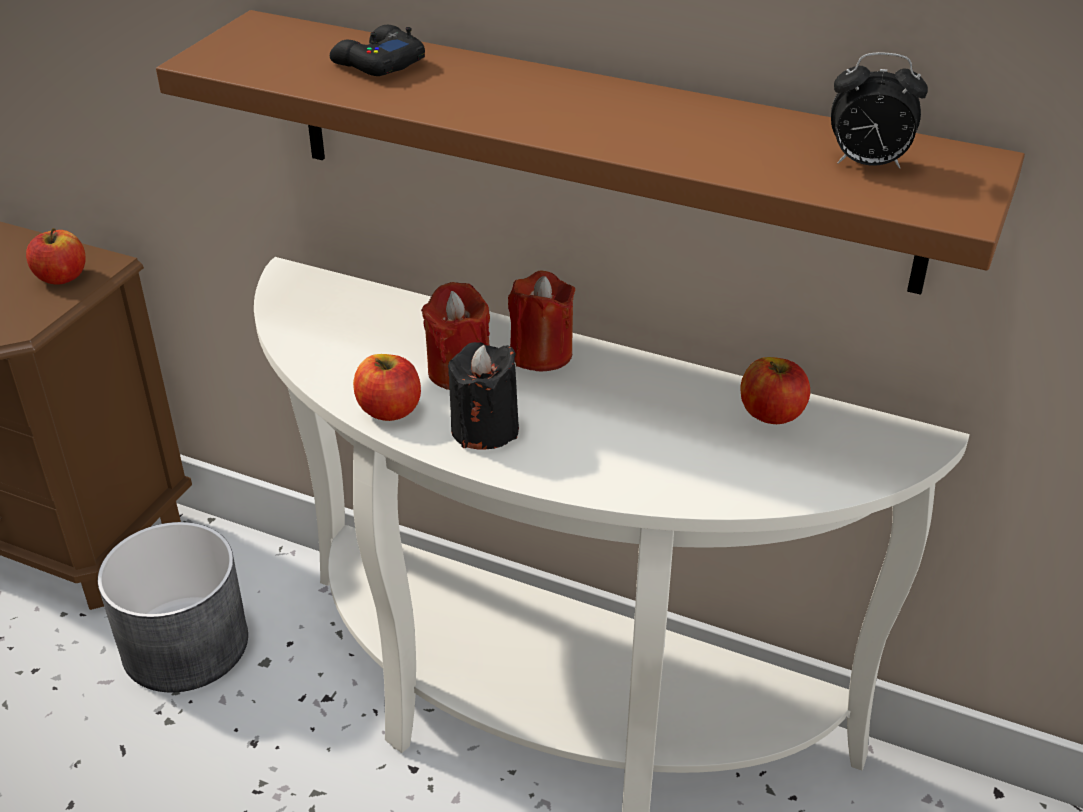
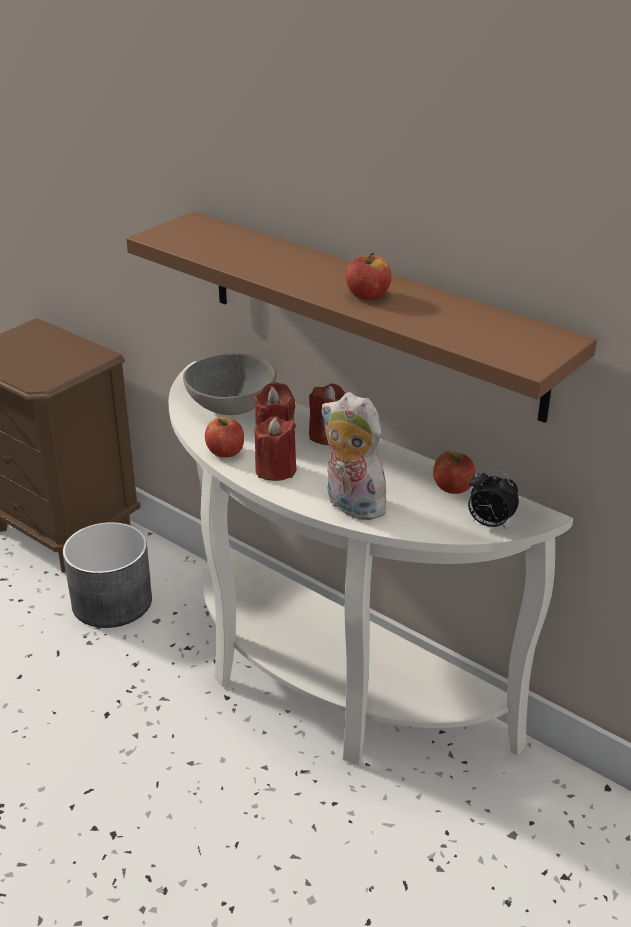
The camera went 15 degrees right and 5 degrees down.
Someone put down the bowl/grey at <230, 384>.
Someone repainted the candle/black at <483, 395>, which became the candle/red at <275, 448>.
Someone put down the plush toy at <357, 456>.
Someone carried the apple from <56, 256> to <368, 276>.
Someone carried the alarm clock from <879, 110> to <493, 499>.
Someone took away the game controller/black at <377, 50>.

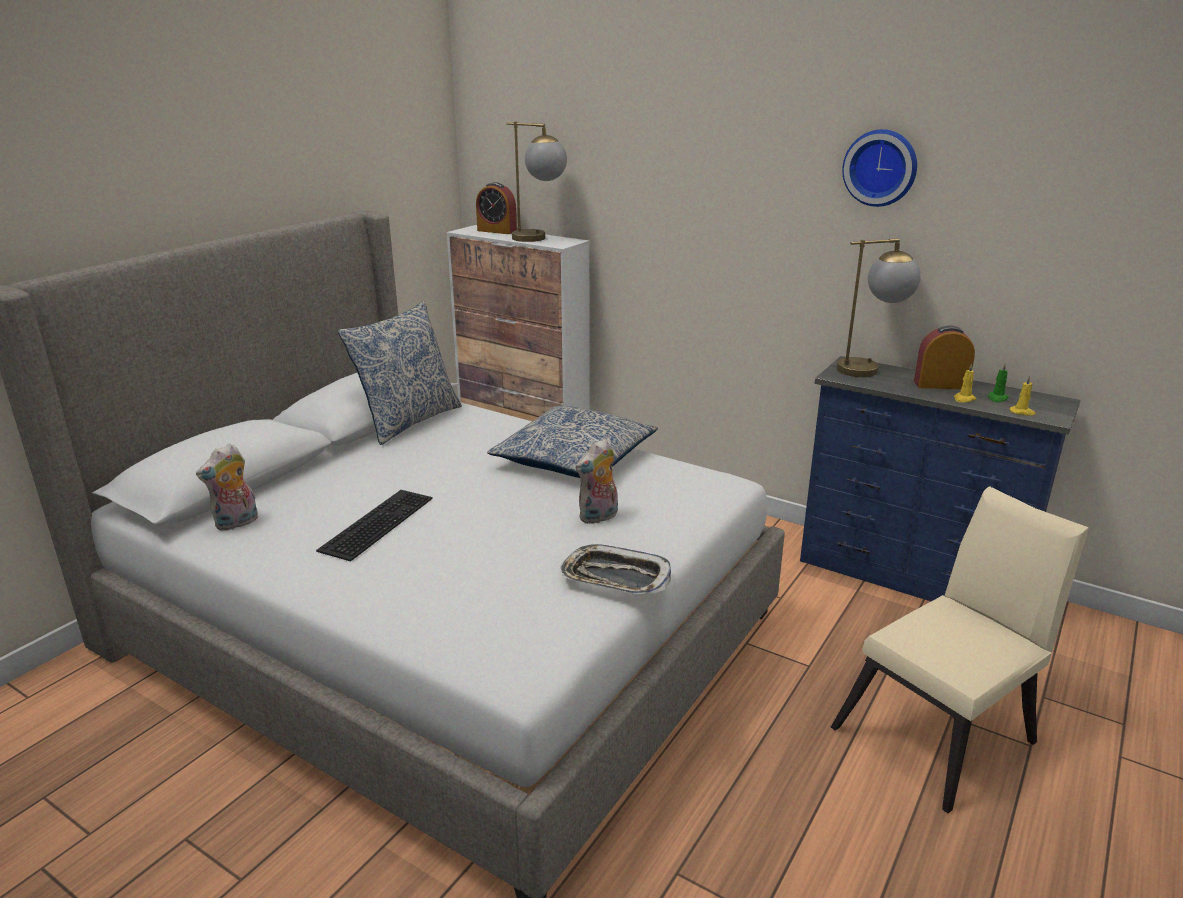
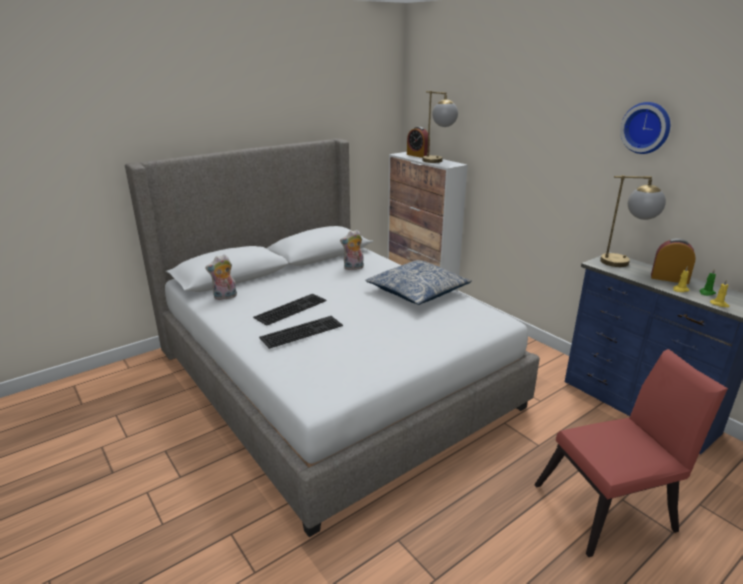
The camera went 20 degrees right and 0 degrees up.
Someone put down the keyboard at <301, 332>.
Someone carried the plush toy from <597, 481> to <352, 250>.
Someone repainted the chair/beige at <960, 649>, which became the chair/red at <631, 453>.
Someone took away the pillow at <400, 373>.
Someone took away the tray at <615, 569>.

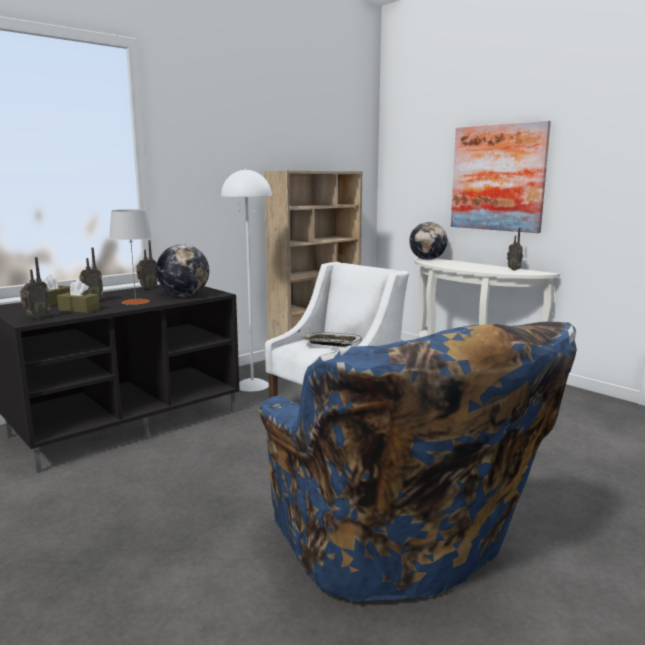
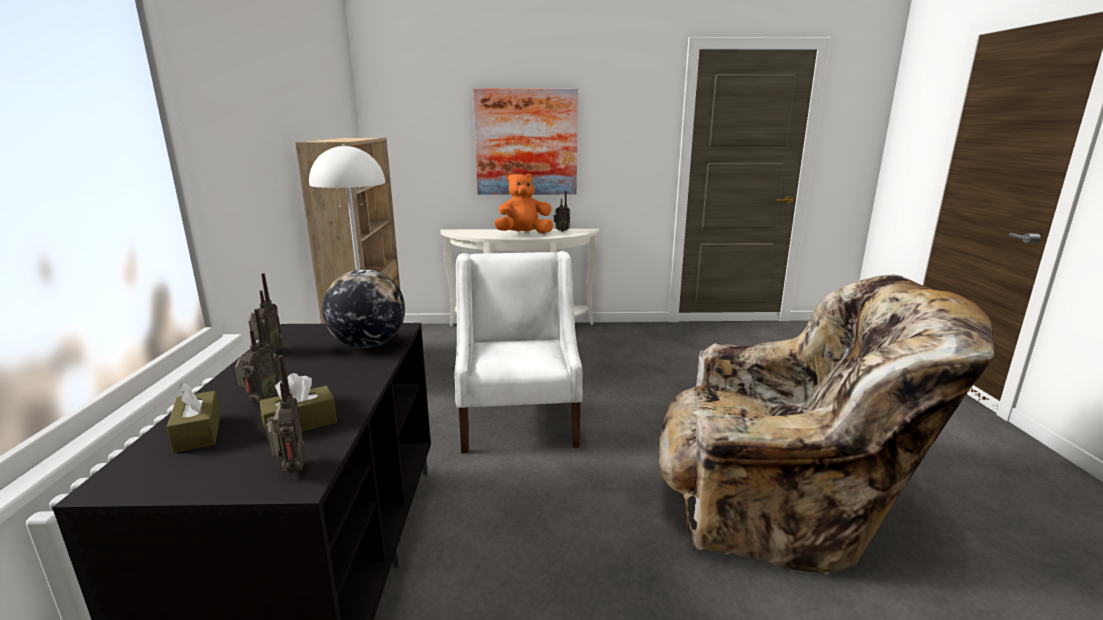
The camera went 50 degrees left and 5 degrees up.
Someone put down the plush toy/orange at <523, 203>.
Someone repainted the armchair/blue at <417, 461>, which became the armchair/beige at <826, 424>.
Someone took away the table lamp/grey at <130, 257>.
Someone took away the tray at <332, 339>.
Someone took away the globe at <428, 241>.

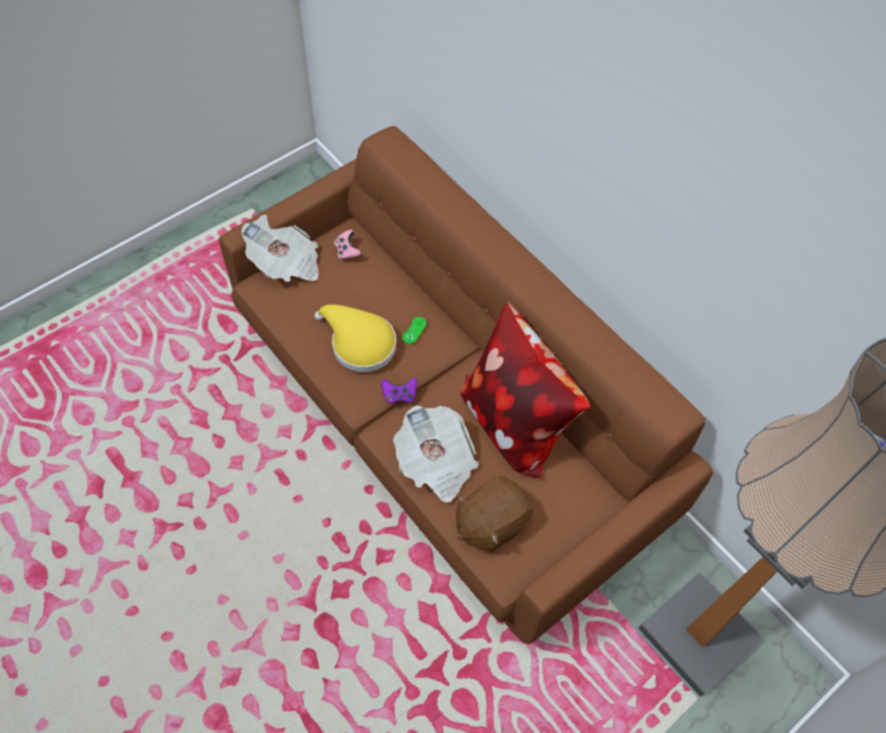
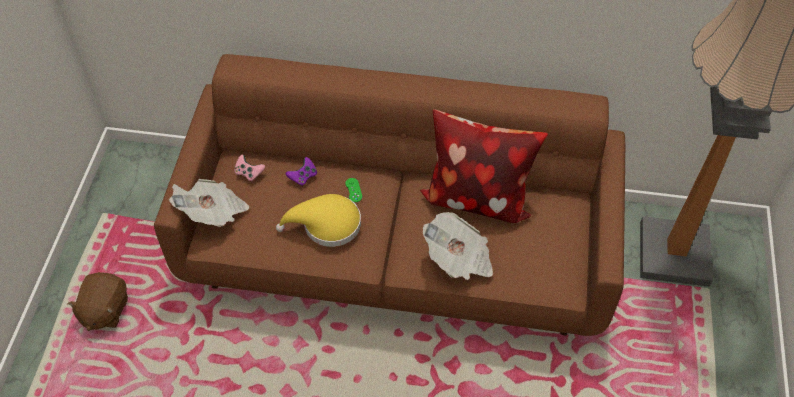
The camera went 40 degrees left and 5 degrees down.
Someone carried the plush toy/brown from <494, 515> to <97, 301>.
Someone carried the game controller/purple from <399, 391> to <301, 171>.

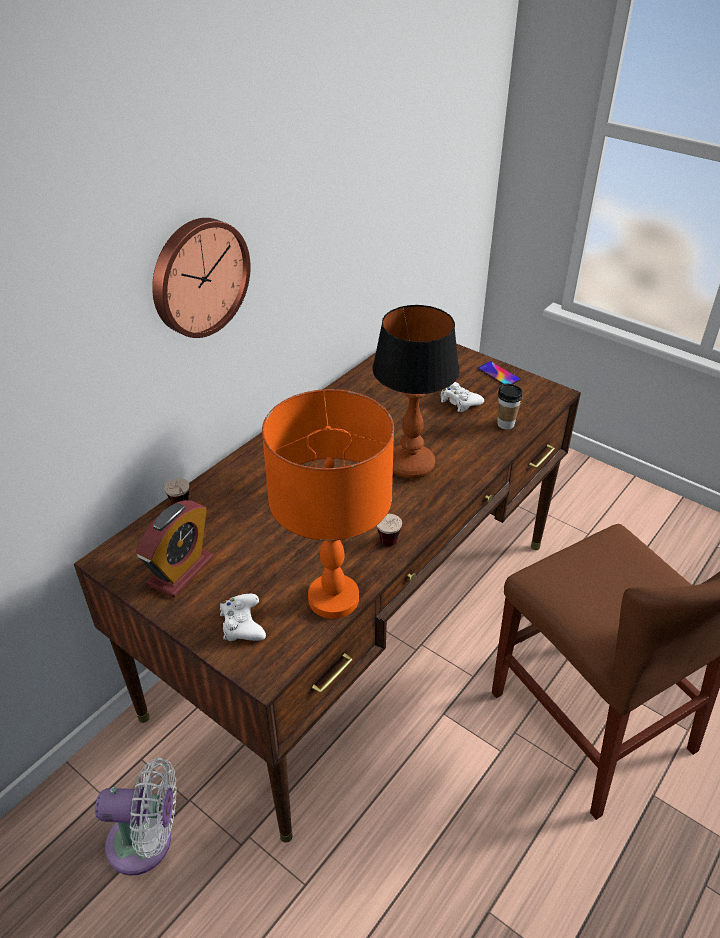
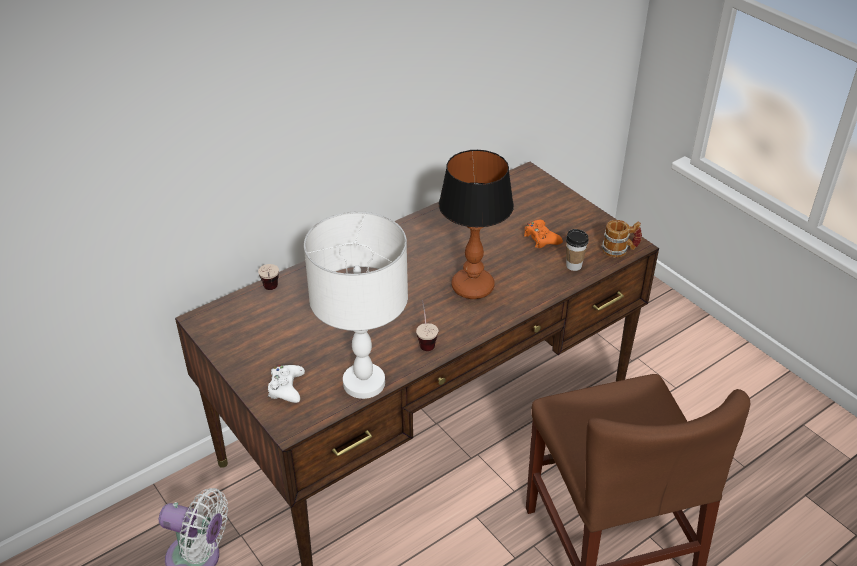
The camera went 15 degrees right and 0 degrees up.
Someone repainted the table lamp/orange at <328, 504>, which became the table lamp/white at <356, 305>.
Someone repainted the game controller/white at <462, 397>, which became the game controller/orange at <543, 234>.
Someone put down the mug at <621, 238>.
Someone took away the alarm clock at <174, 548>.
Someone took away the wall clock at <201, 278>.
Someone took away the phone at <499, 372>.

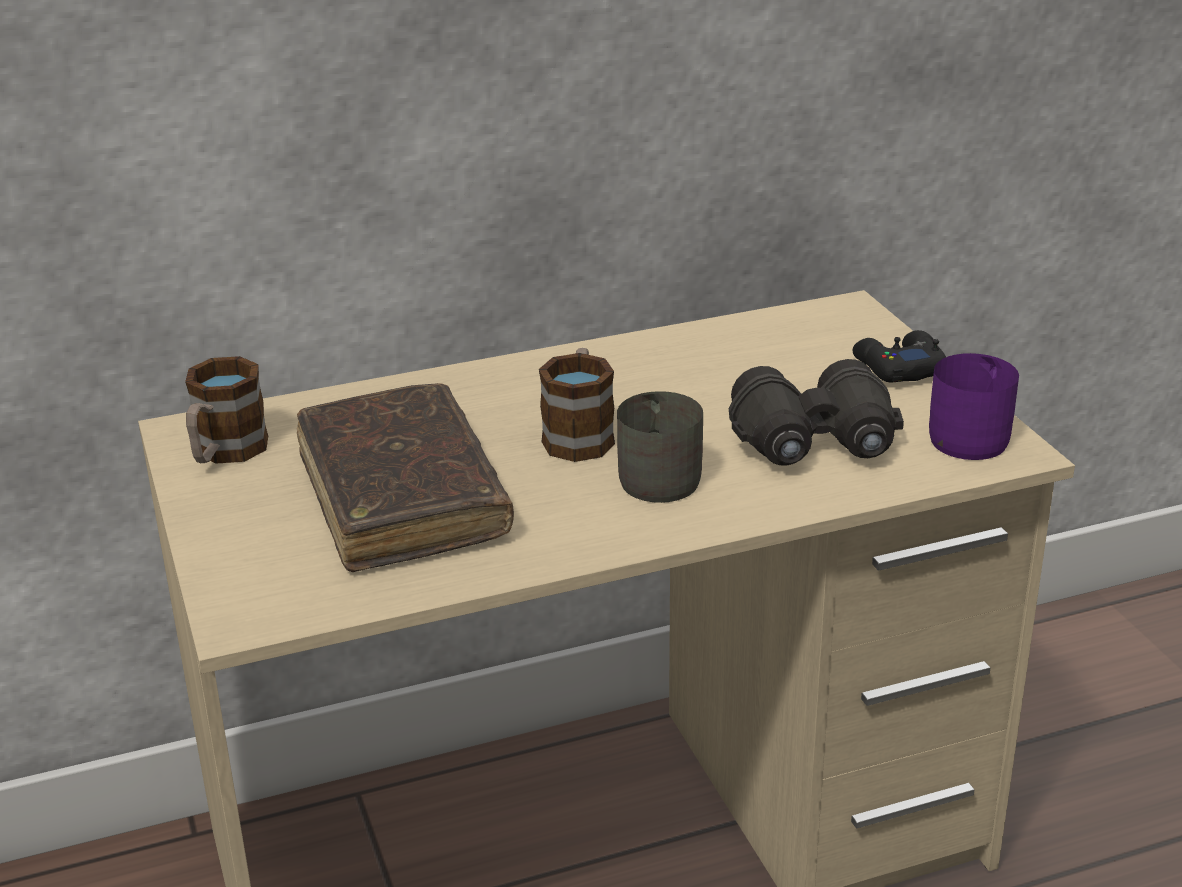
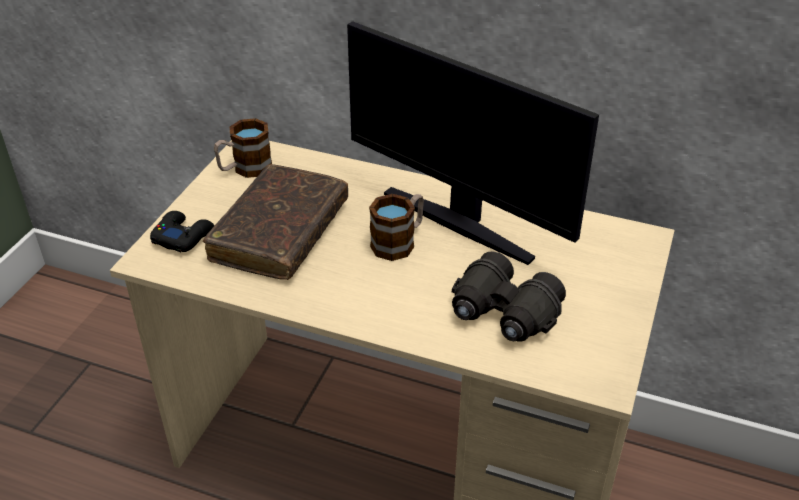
The camera went 40 degrees right and 10 degrees up.
Someone carried the game controller/black from <899, 356> to <182, 231>.
Someone put down the monitor at <473, 143>.
Someone took away the mug/grey at <660, 447>.
Someone took away the mug/purple at <974, 406>.

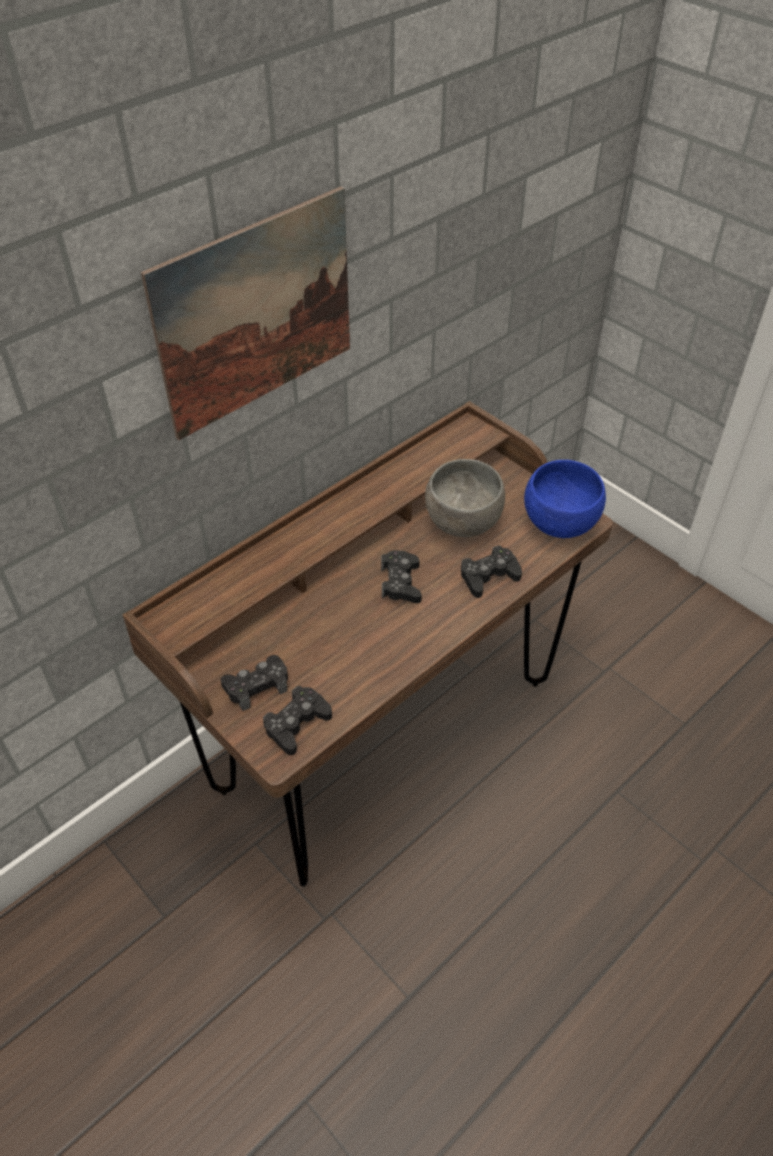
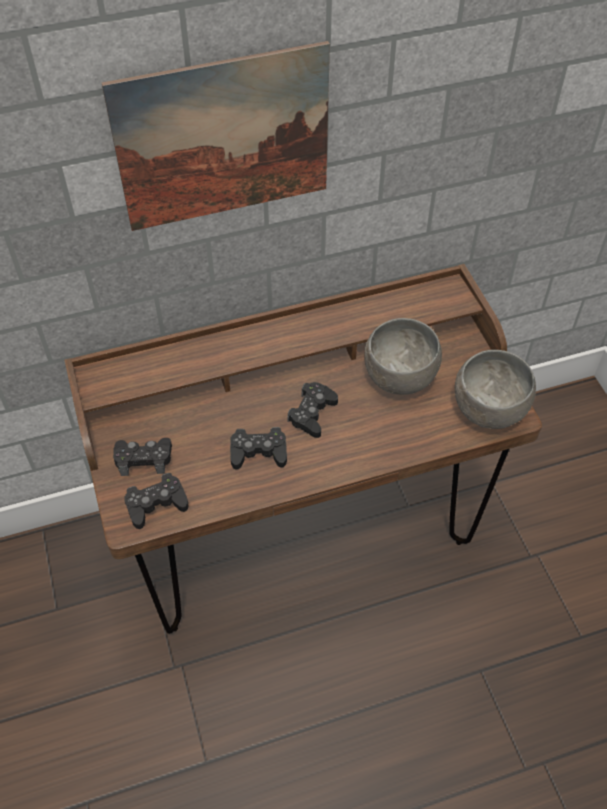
The camera went 25 degrees right and 5 degrees up.
Someone carried the game controller/black from <491, 571> to <258, 448>.
Someone repainted the bowl/blue at <565, 499>, which became the bowl/grey at <495, 389>.

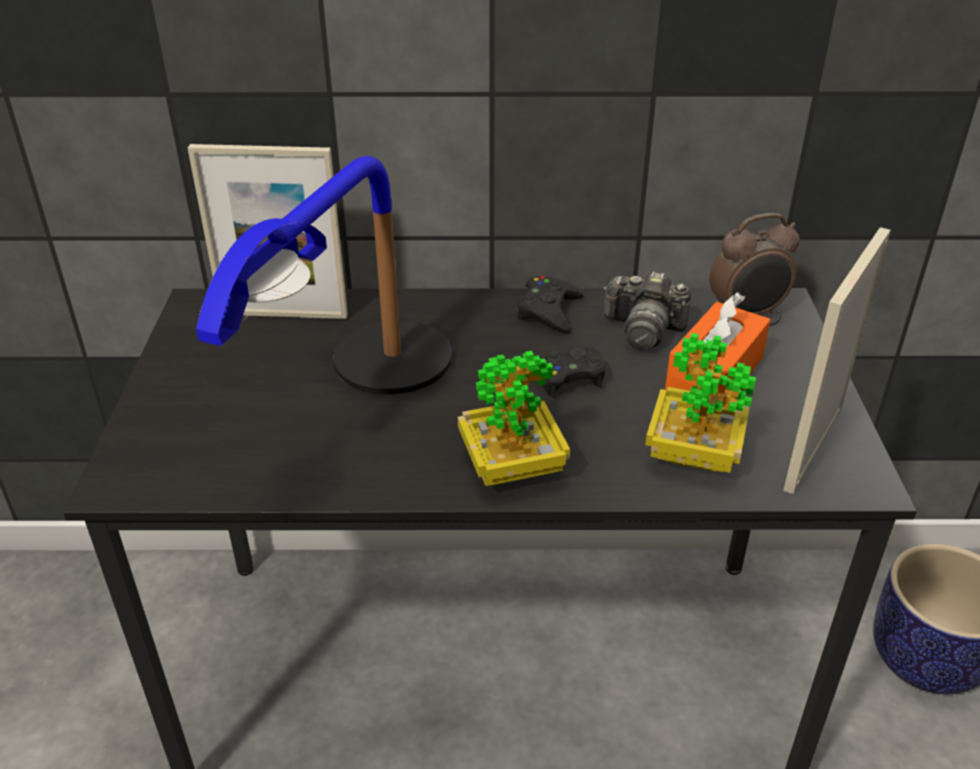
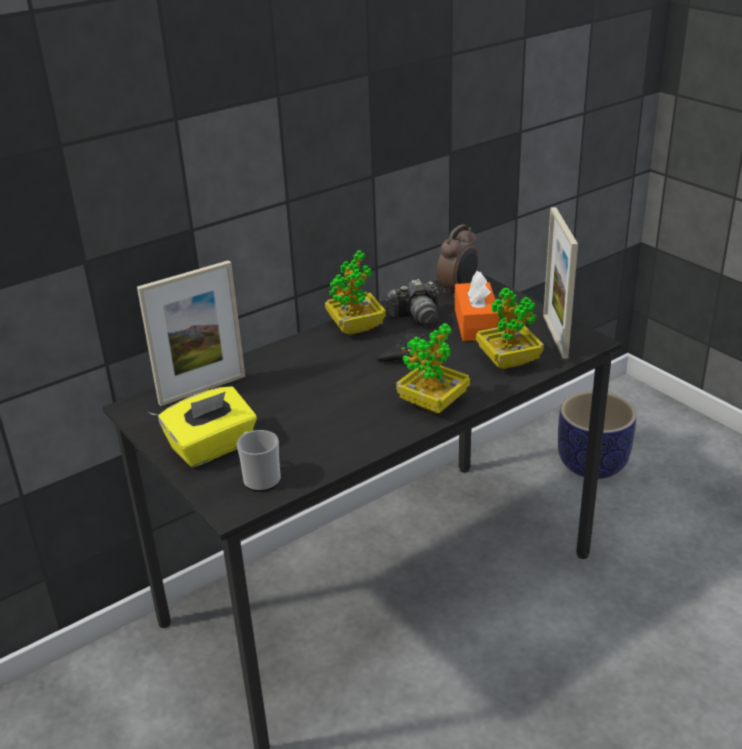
The camera went 35 degrees left and 5 degrees down.
Someone put down the tissue box/yellow at <207, 426>.
Someone put down the mug at <259, 461>.
Someone swapped the game controller/black at <550, 304> for the potted plant at <355, 292>.
Someone took away the table lamp at <324, 275>.

